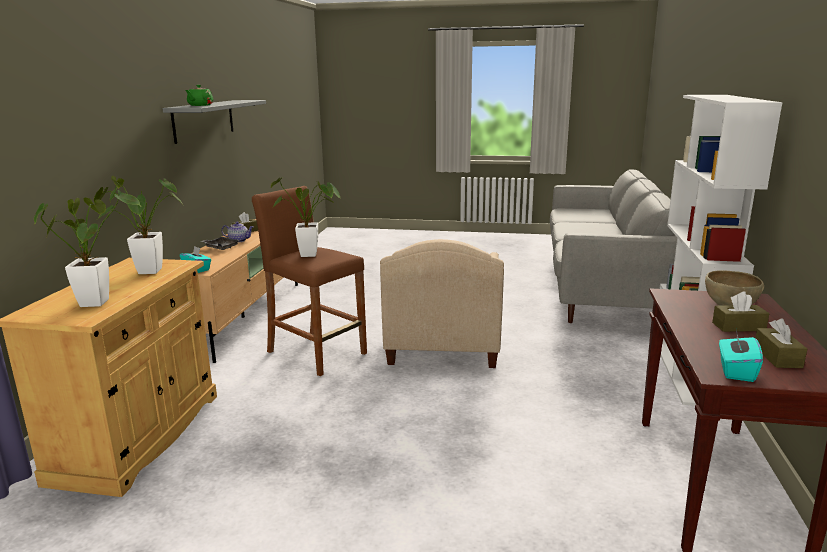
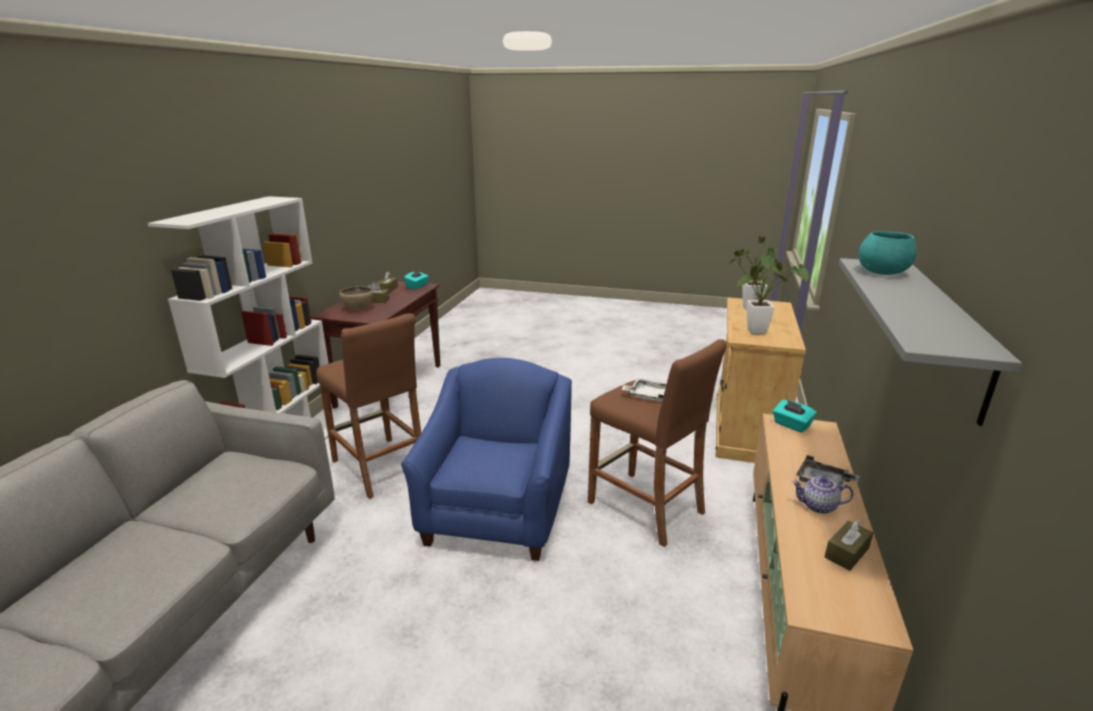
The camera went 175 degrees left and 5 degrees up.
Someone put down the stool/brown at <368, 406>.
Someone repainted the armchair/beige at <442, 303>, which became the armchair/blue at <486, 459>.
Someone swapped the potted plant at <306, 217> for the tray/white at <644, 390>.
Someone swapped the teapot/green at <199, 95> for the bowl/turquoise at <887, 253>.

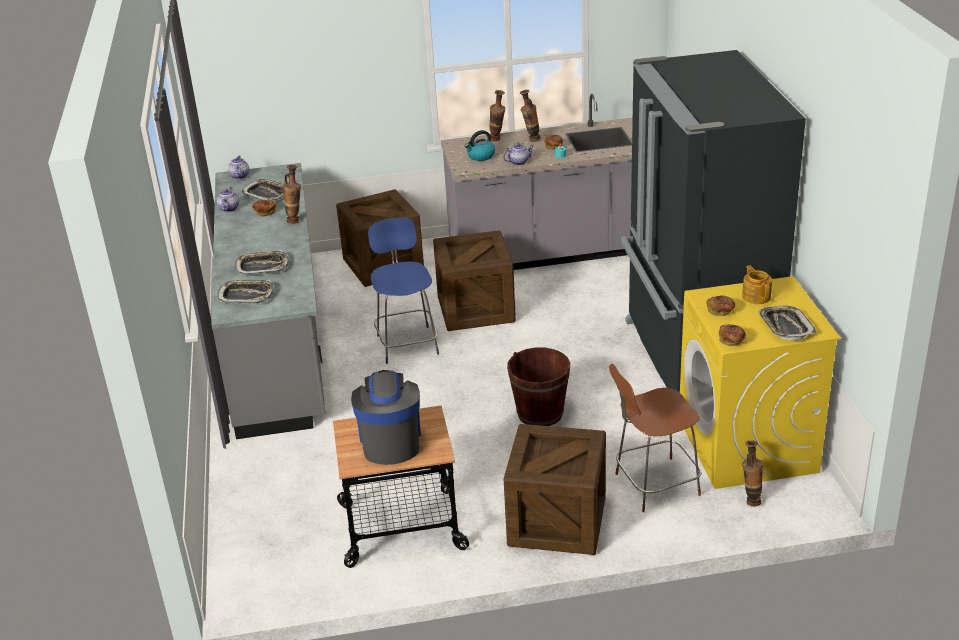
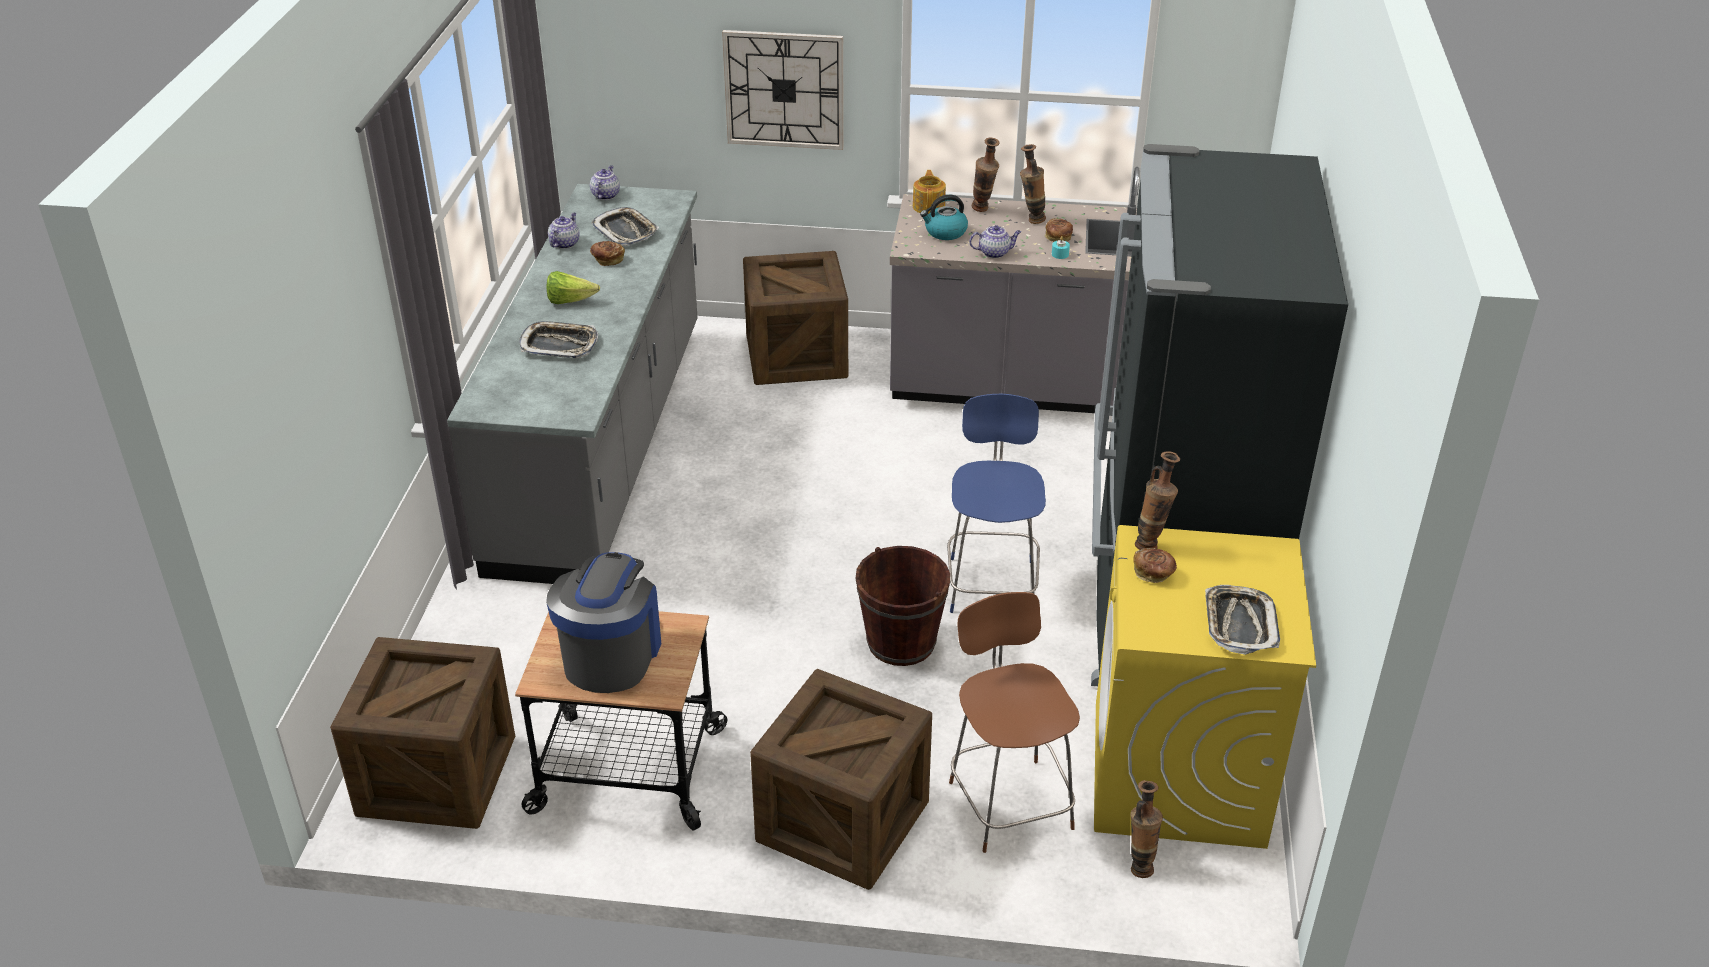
The camera went 15 degrees right and 5 degrees up.
Someone carried the crate from <474, 280> to <422, 733>.
Someone put down the lettuce at <573, 287>.
Someone put up the wall clock at <783, 90>.
Someone carried the teapot from <757, 284> to <929, 192>.
Someone carried the chair/blue from <403, 291> to <996, 503>.
Someone rotated the chair/brown at <655, 438> by 75 degrees clockwise.
Someone carried the vase from <292, 194> to <1157, 500>.
Someone took away the tray at <245, 292>.
Someone took away the bread at <732, 335>.

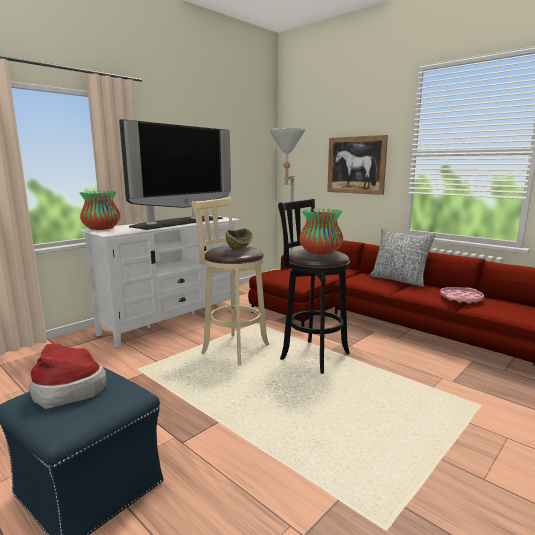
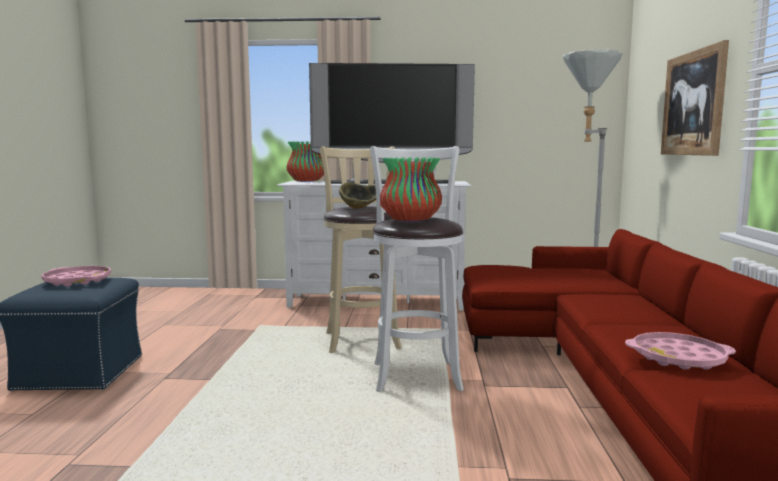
The camera went 50 degrees right and 5 degrees down.
Someone swapped the hat at <67, 376> for the tray/pink at <76, 276>.
Someone repainted the stool/black at <314, 286>, which became the stool/white at <417, 269>.
Someone took away the pillow at <403, 257>.

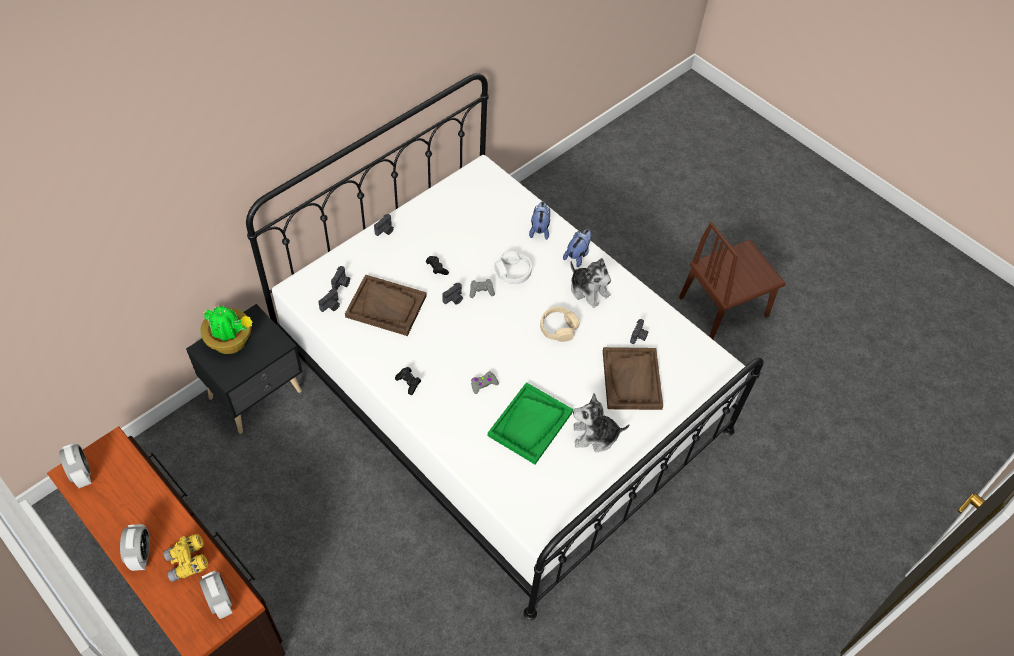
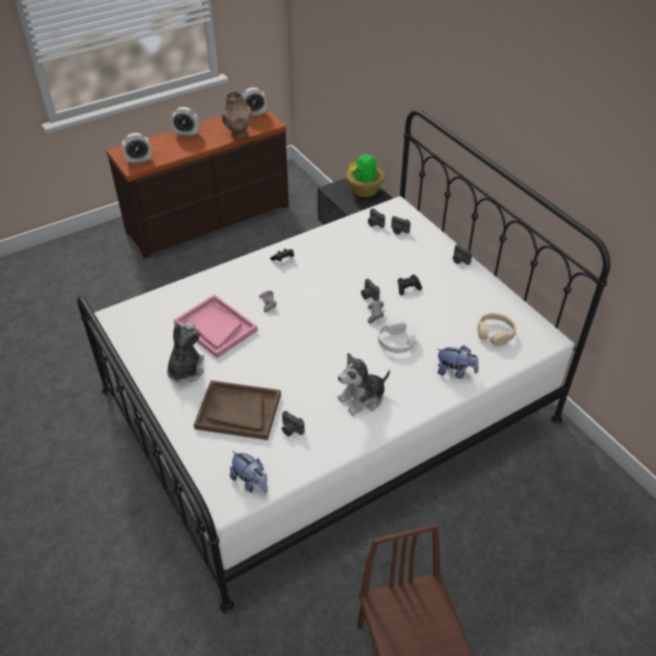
The camera went 105 degrees right and 10 degrees down.
Someone repainted the tray/green at <530, 423>, which became the tray/pink at <216, 326>.
Someone put down the vase/brown at <236, 115>.
Someone carried the plush toy from <577, 248> to <249, 472>.
Someone carried the headphones/beige from <560, 324> to <497, 329>.
Someone took away the binoculars/yellow at <185, 558>.
Someone took away the tray/brown at <385, 305>.

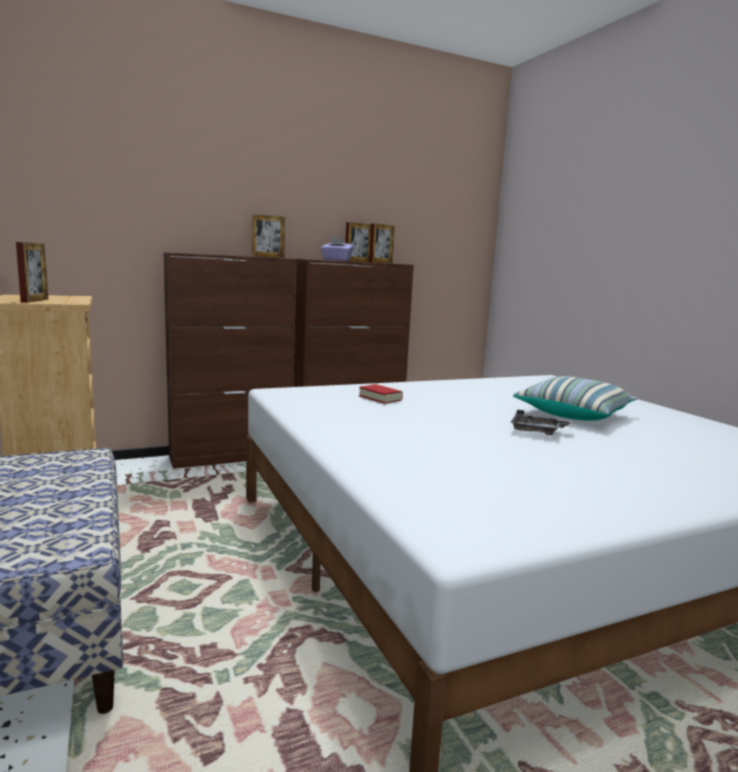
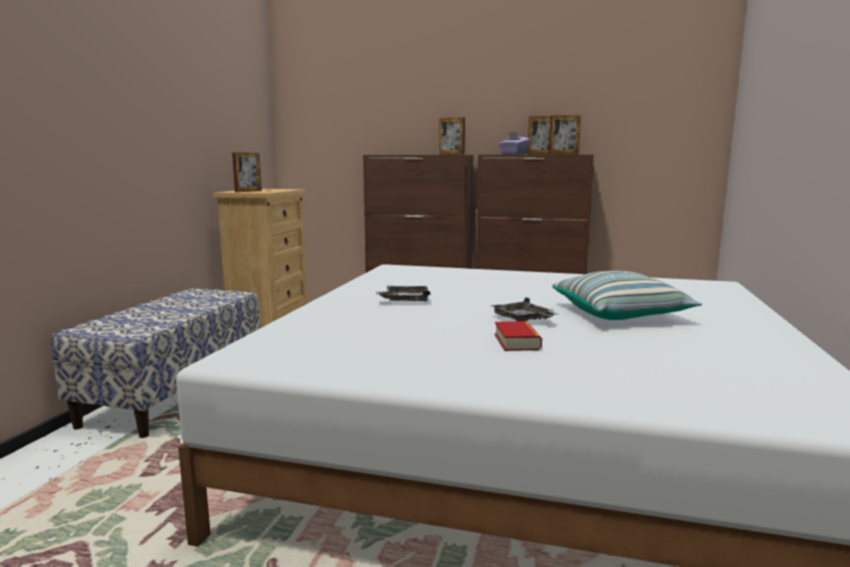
The camera went 40 degrees right and 0 degrees up.
Someone put down the tray/grey at <403, 293>.
Someone carried the book from <381, 394> to <518, 336>.

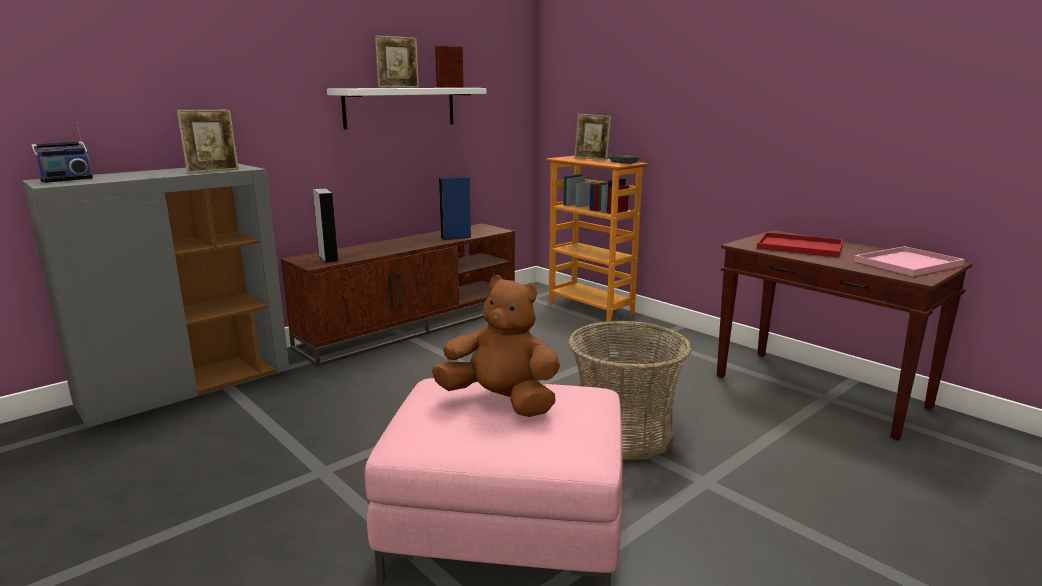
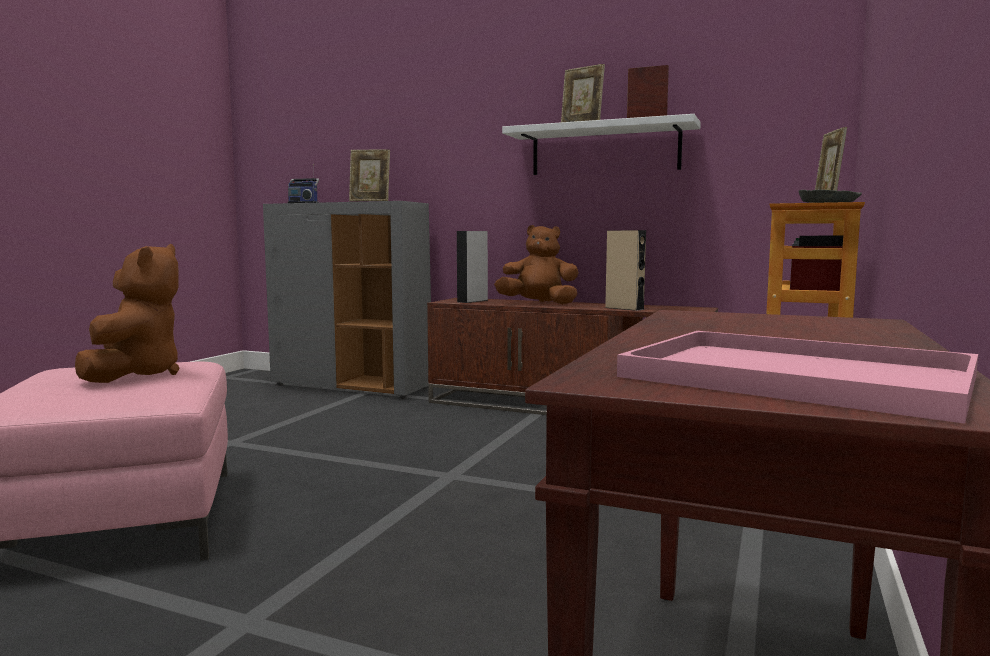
The camera went 65 degrees right and 10 degrees down.
Someone put down the plush toy/brown at <536, 264>.
Someone repainted the speaker/blue at <455, 208>, which became the speaker/beige at <625, 270>.
Someone took away the basket at <630, 390>.
Someone took away the tray/red at <800, 245>.

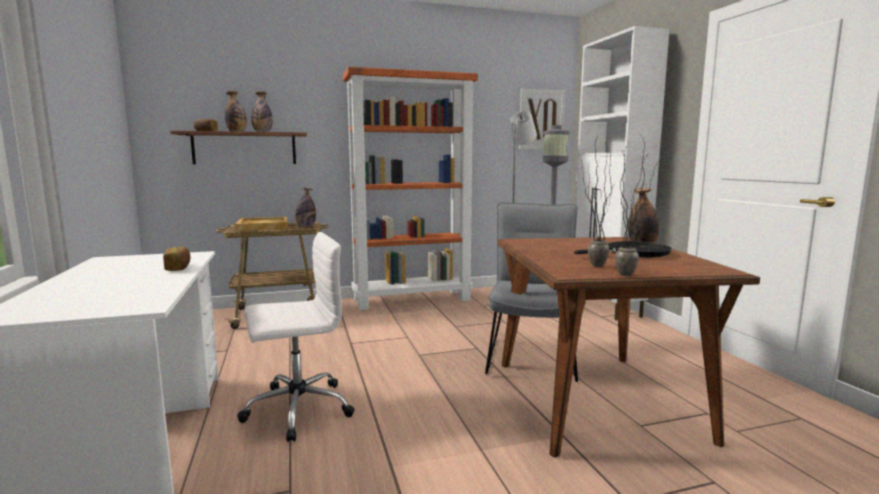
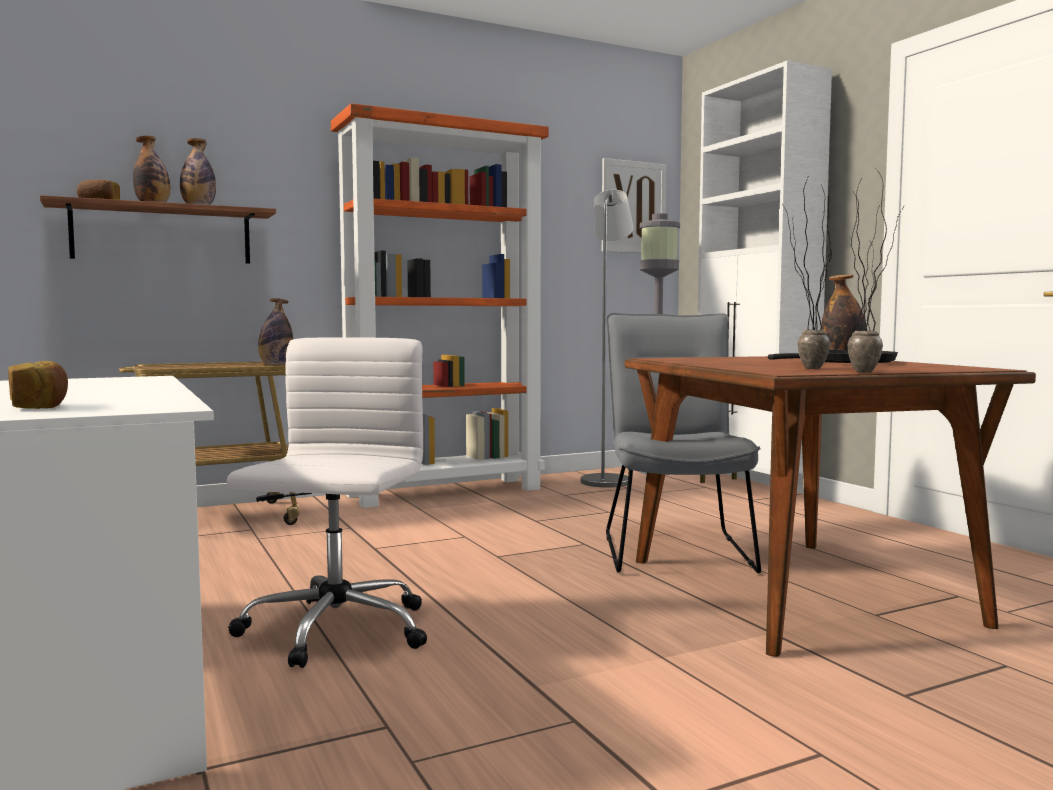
The camera went 10 degrees left and 5 degrees down.
Someone carried the bread from <177, 258> to <38, 385>.
Someone rotated the office chair/white at <296, 337> by 45 degrees counterclockwise.
Someone took away the tray/beige at <261, 224>.

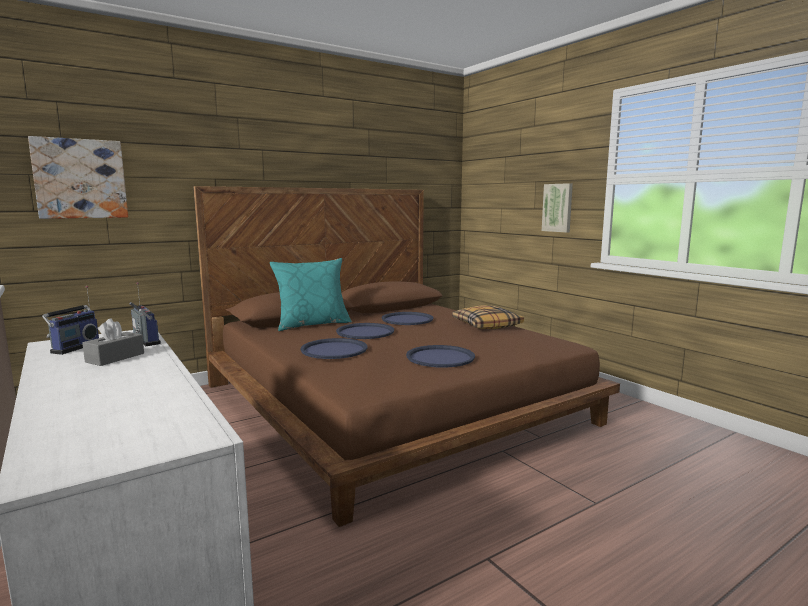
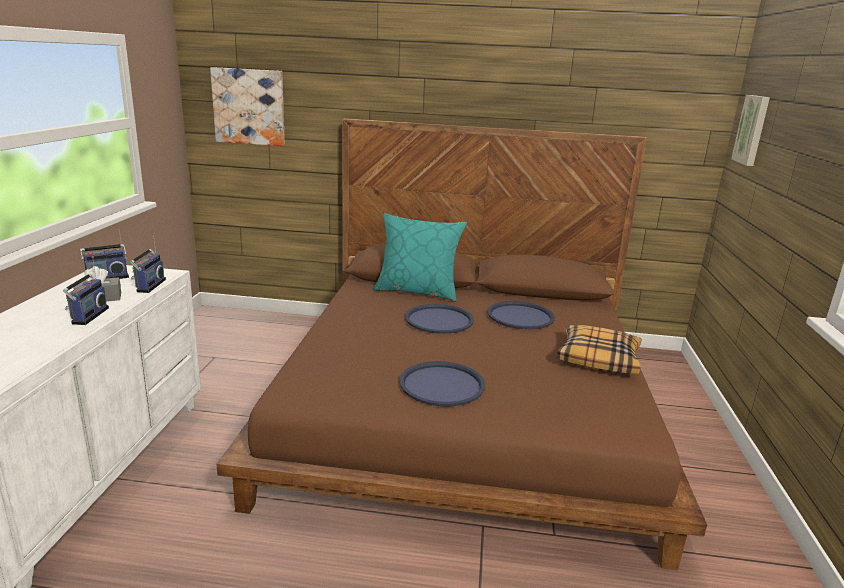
The camera went 40 degrees right and 10 degrees up.
Someone put down the radio at <86, 290>.
Someone carried the picture from <557, 208> to <750, 130>.
Someone took away the tray/blue at <334, 348>.

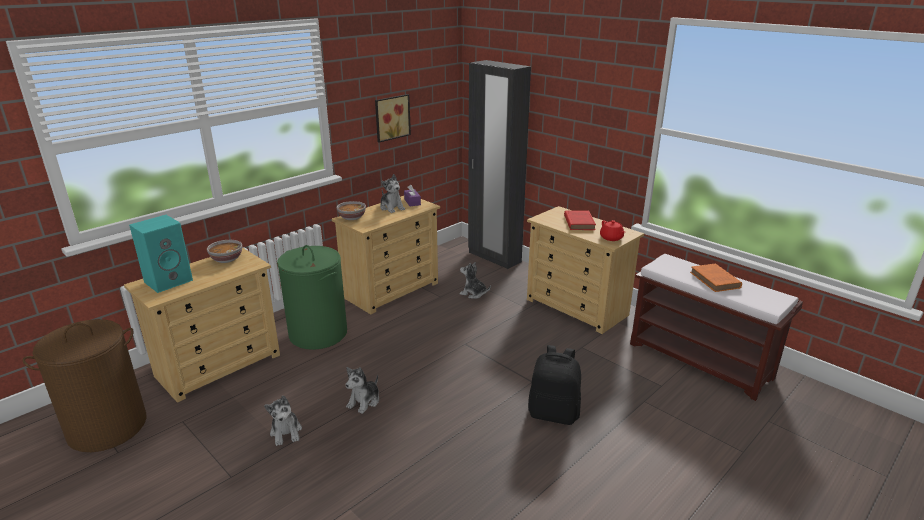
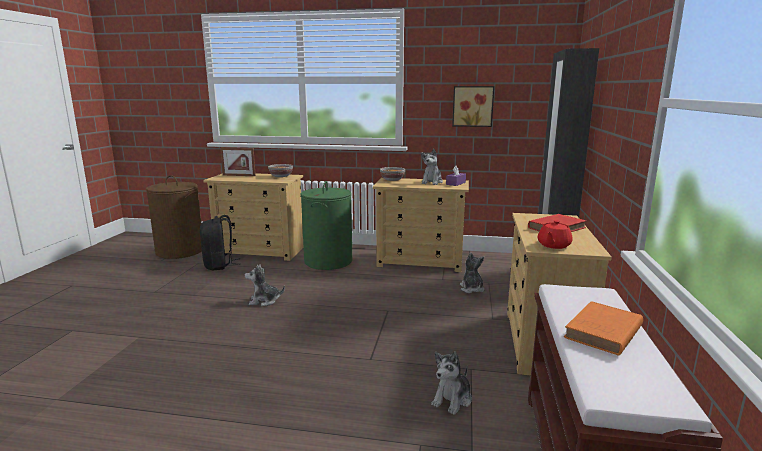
The camera went 55 degrees right and 10 degrees down.
Someone carried the backpack/black from <554, 385> to <220, 242>.
Someone swapped the speaker/turquoise at <161, 254> for the picture frame at <238, 162>.
Someone carried the plush toy from <283, 420> to <451, 383>.

